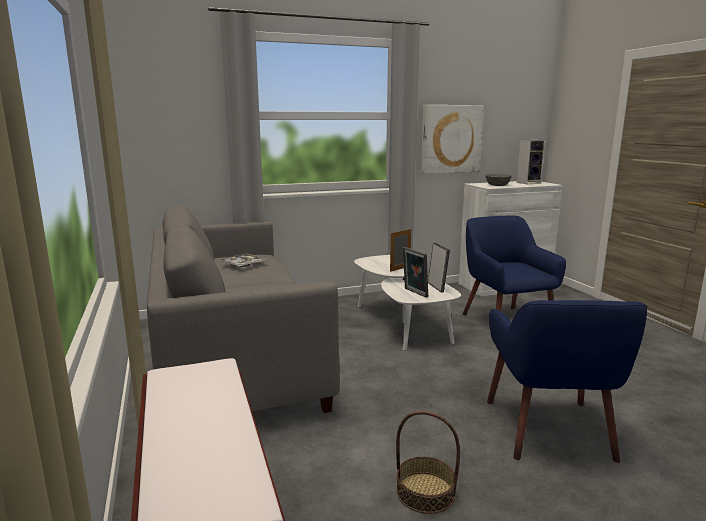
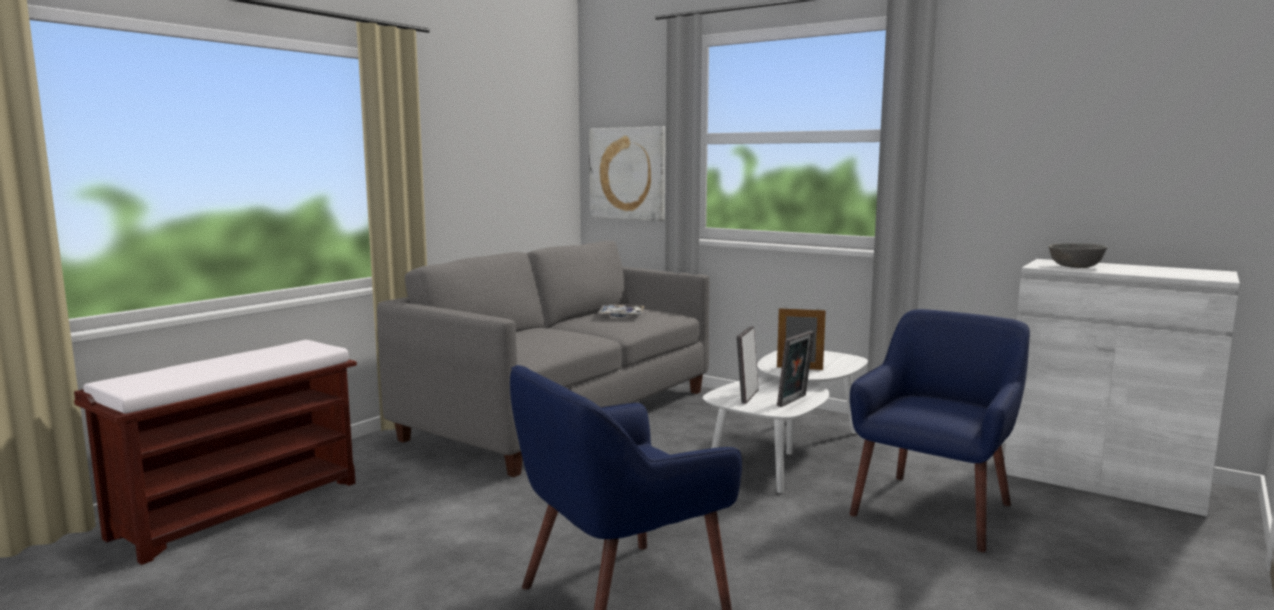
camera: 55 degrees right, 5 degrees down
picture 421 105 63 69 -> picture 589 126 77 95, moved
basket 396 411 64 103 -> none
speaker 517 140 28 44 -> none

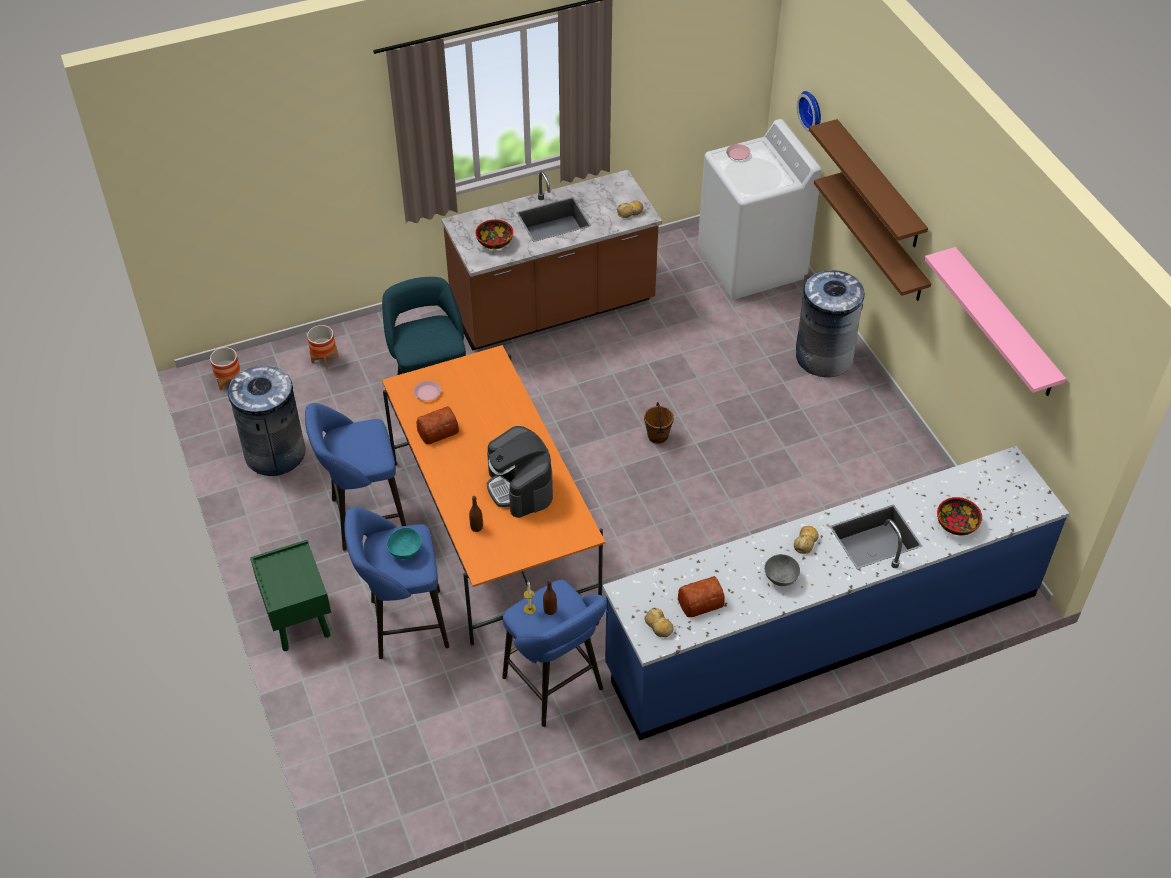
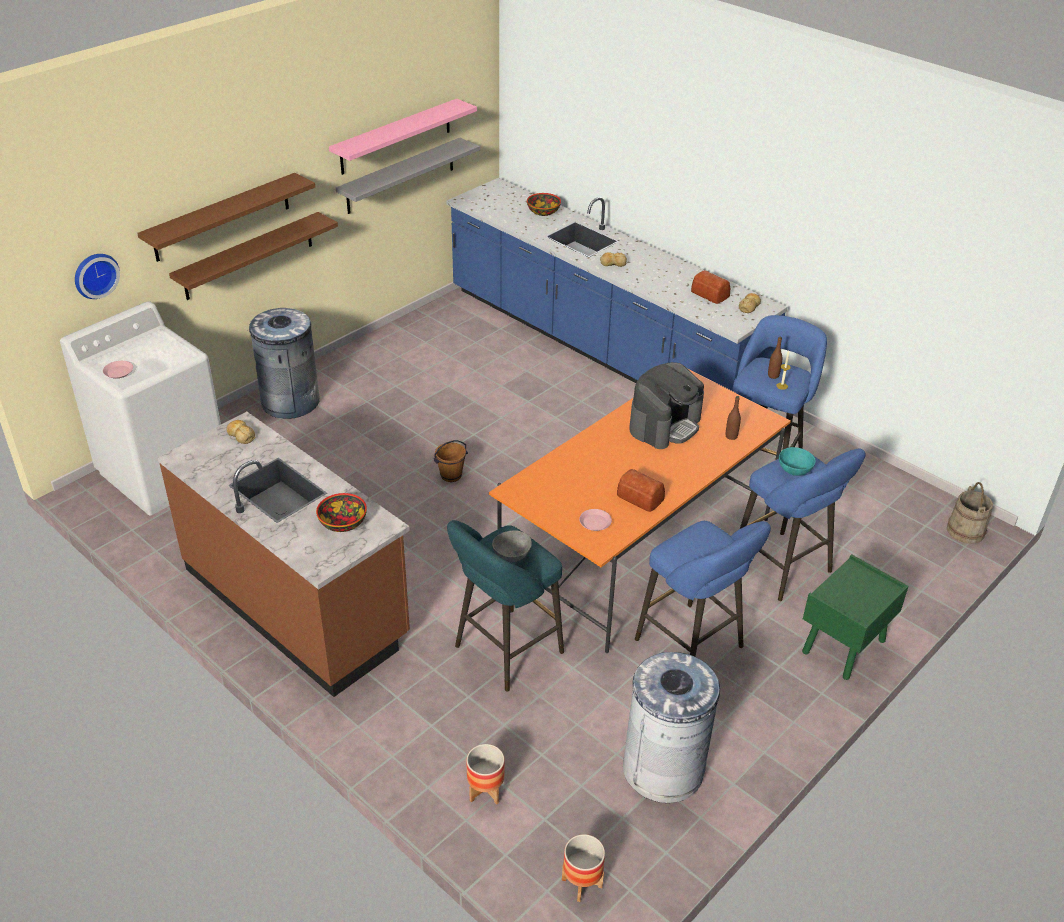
camera: 115 degrees left, 10 degrees down
none -> shelf (grey) 336 138 144 76
bowl (grey) 764 554 36 32 -> bowl (grey) 492 530 40 32, moved
none -> bucket (beige) 947 482 46 62

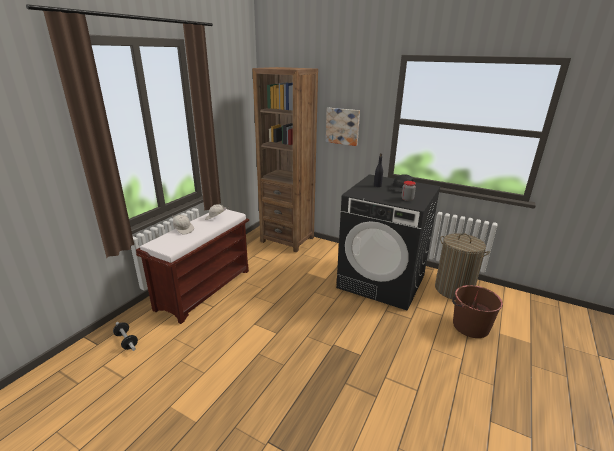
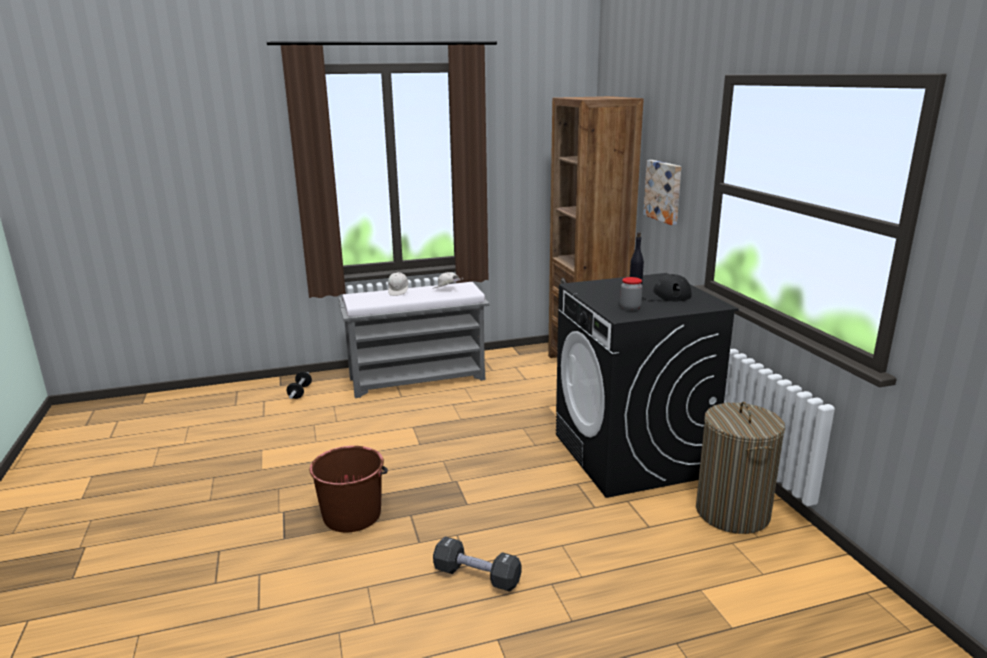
camera: 45 degrees right, 5 degrees down
bucket (brown) 452 285 51 53 -> bucket (brown) 309 446 79 86, moved
bench (brown) 136 209 113 115 -> bench (grey) 339 282 151 116
none -> dumbbell (black) 433 536 88 56

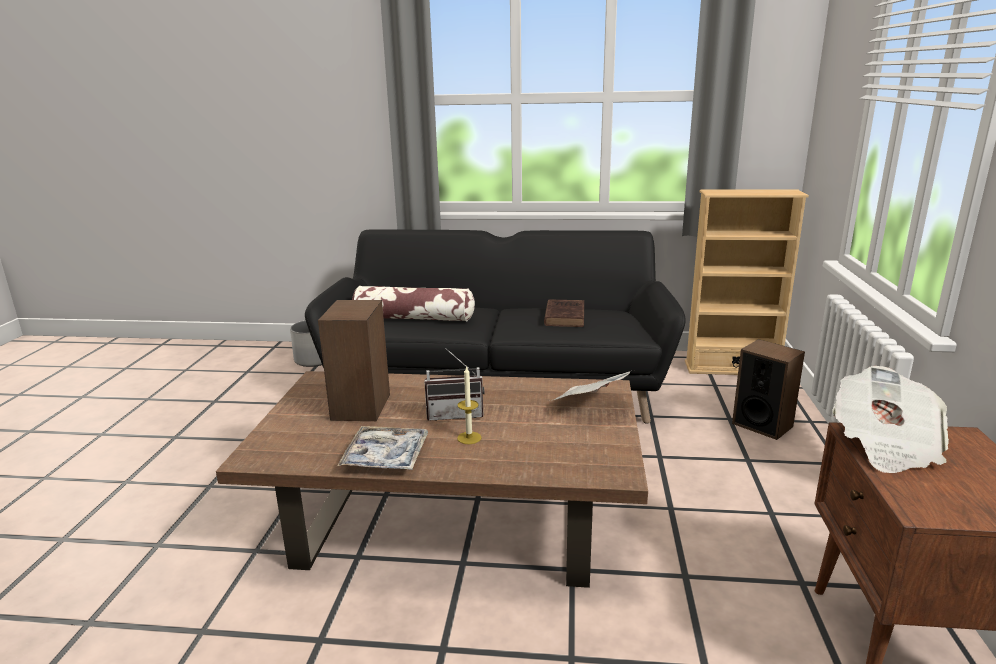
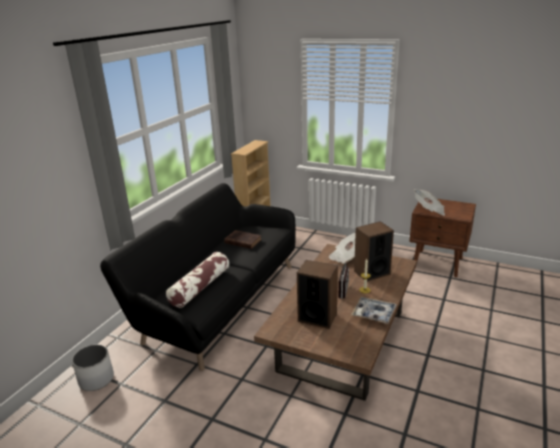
camera: 70 degrees left, 5 degrees up
speaker 732 339 73 101 -> speaker 354 221 40 61, moved

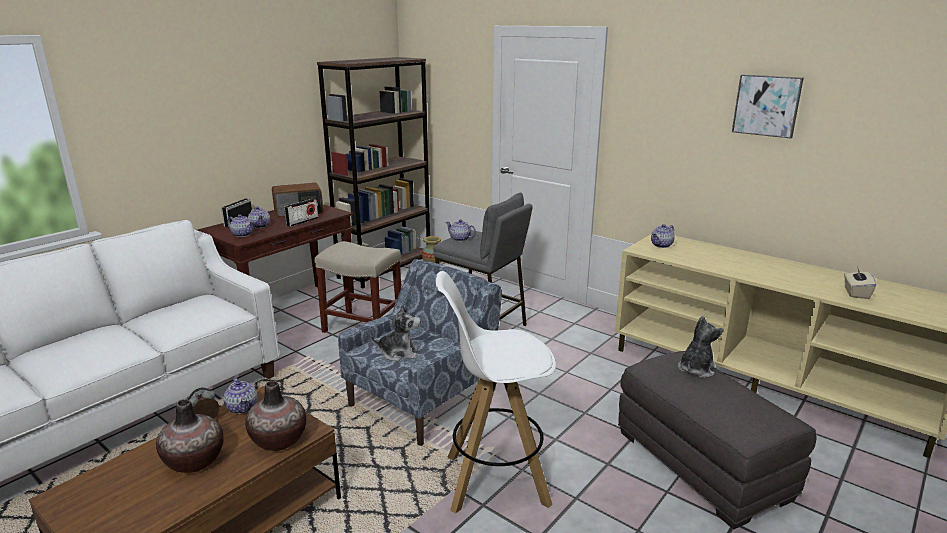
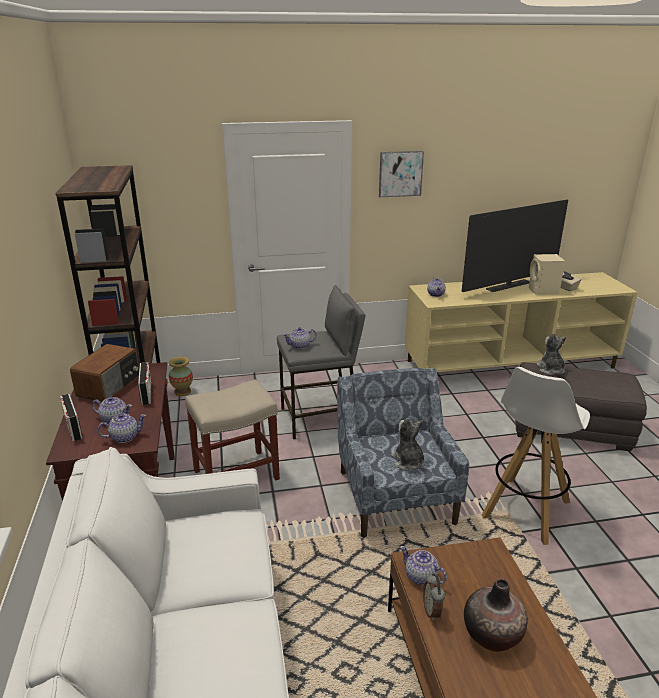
camera: 50 degrees left, 5 degrees up
picture 732 74 72 64 -> picture 379 151 45 46, moved
plush toy 370 304 51 58 -> plush toy 391 418 34 53, 60 degrees counterclockwise
teapot 224 377 34 37 -> teapot 400 546 47 39, 150 degrees counterclockwise
none -> television 462 200 106 92
none -> speaker (beige) 529 254 36 41
vase 245 381 61 70 -> none

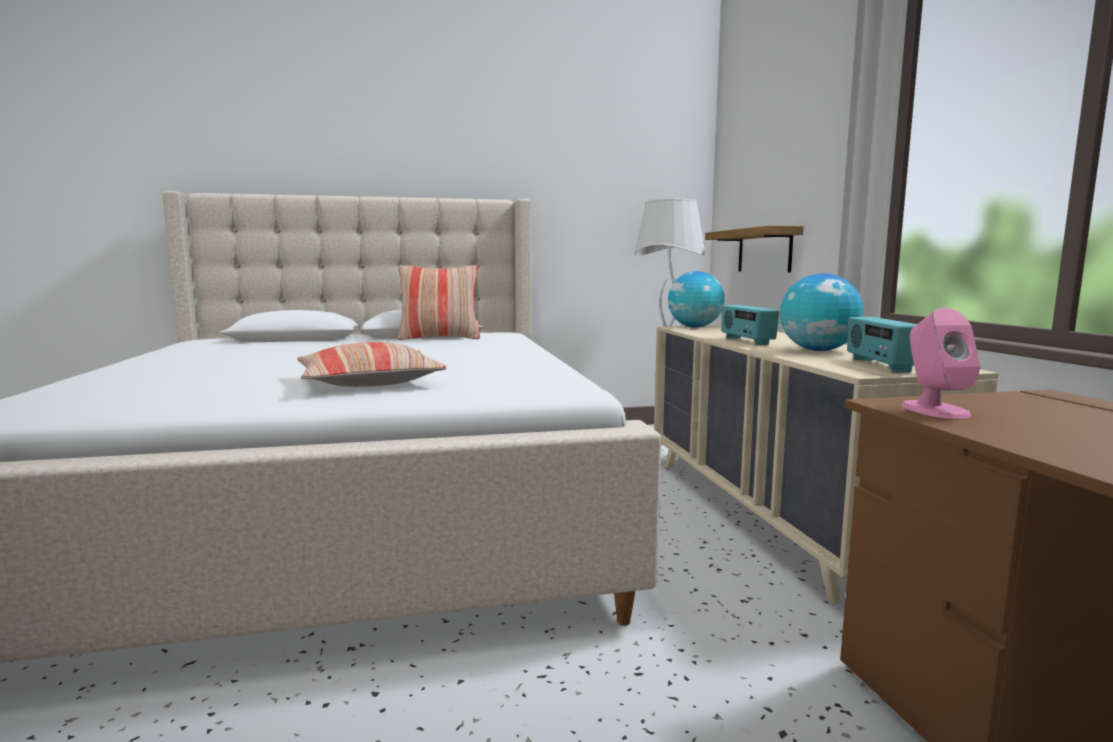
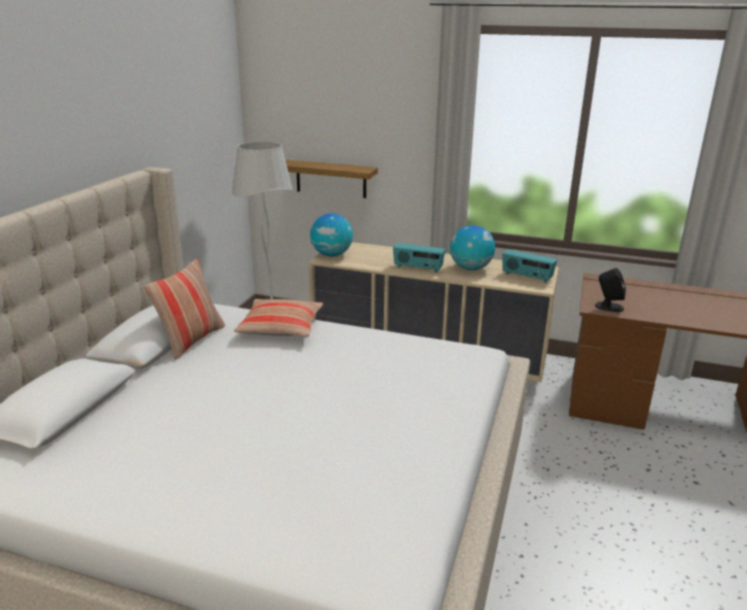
camera: 60 degrees left, 15 degrees up
pillow 297 342 149 45 -> pillow 234 299 89 38, moved
speaker (pink) 901 308 79 111 -> speaker (black) 595 268 31 44

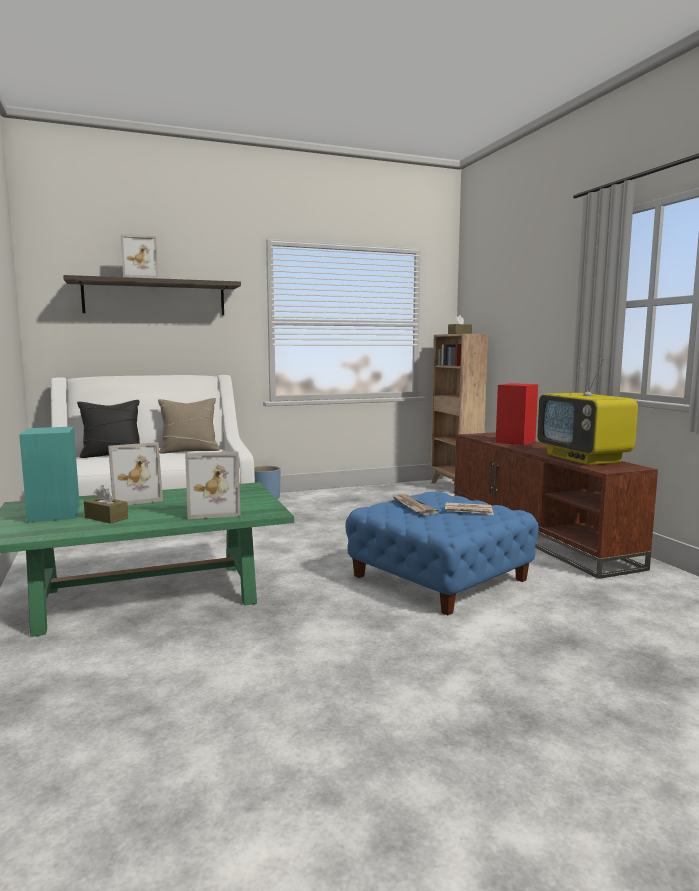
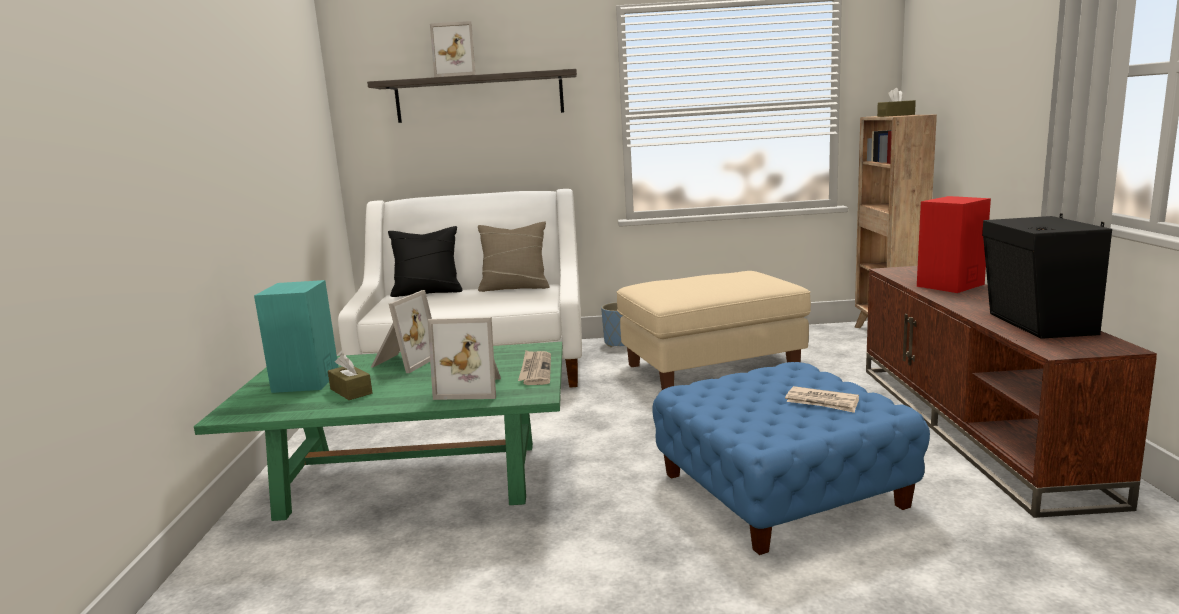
camera: 20 degrees right, 5 degrees up
picture frame 108 442 55 63 -> picture frame 371 290 61 83, 60 degrees counterclockwise
newspaper 392 494 47 21 -> newspaper 518 350 33 35, moved
none -> ottoman (beige) 617 271 194 119
television 537 357 101 108 -> speaker (black) 982 213 130 126

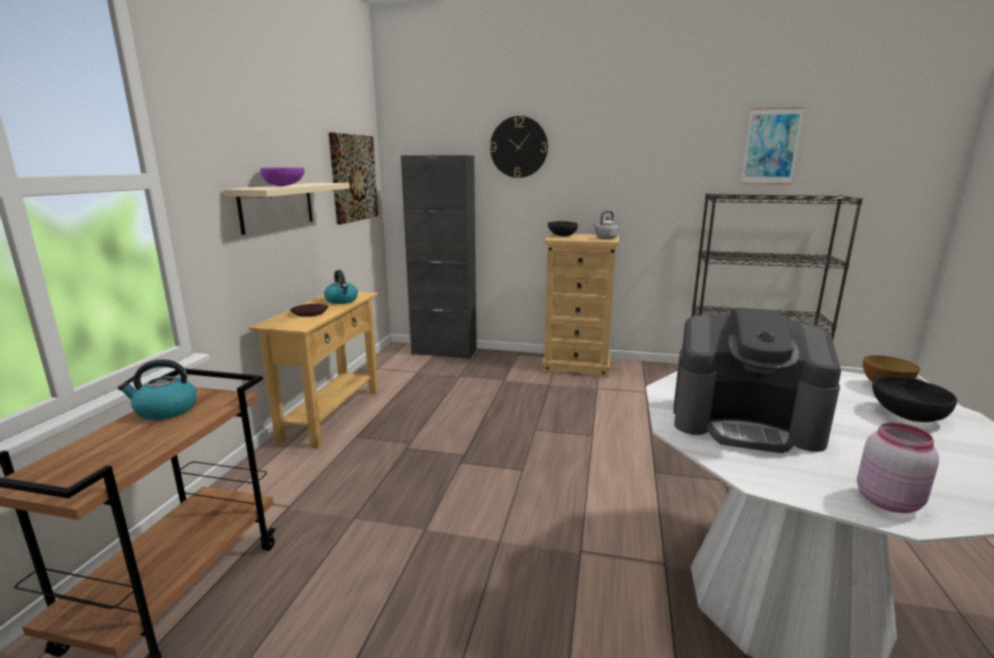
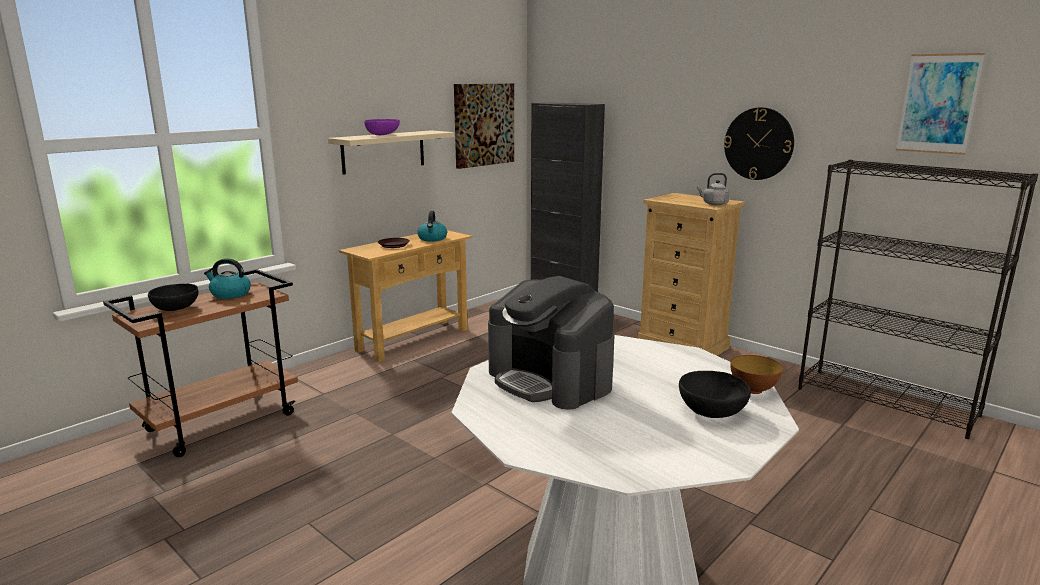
camera: 30 degrees right, 0 degrees up
bowl (black) 548 221 30 15 -> bowl (black) 148 284 51 27, moved
wall clock 490 116 58 62 -> wall clock 724 107 70 73, moved
jar (pink) 857 422 82 91 -> none

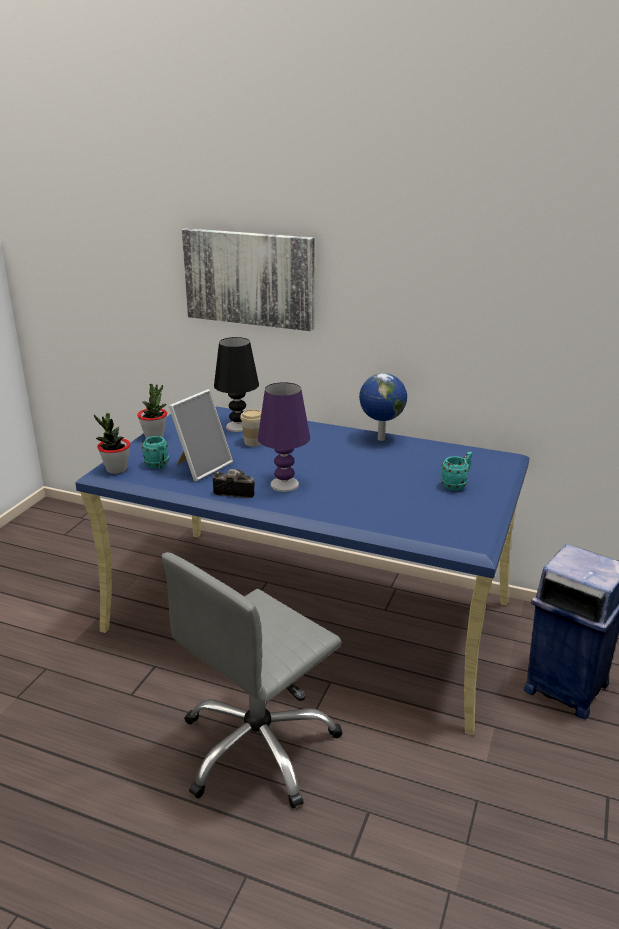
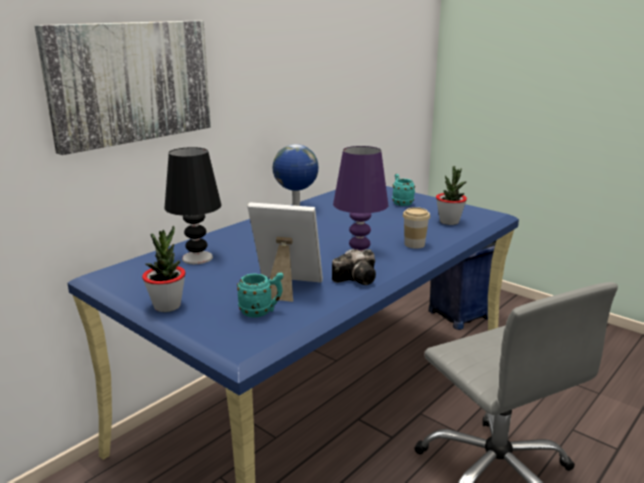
camera: 70 degrees left, 5 degrees down
picture frame 169 389 64 93 -> picture frame 247 202 76 100, 45 degrees counterclockwise
photo camera 213 469 42 29 -> photo camera 332 249 44 36, 150 degrees counterclockwise
cup 240 409 21 37 -> cup 403 207 27 42, moved
potted plant 94 413 36 61 -> potted plant 436 166 31 59, moved

